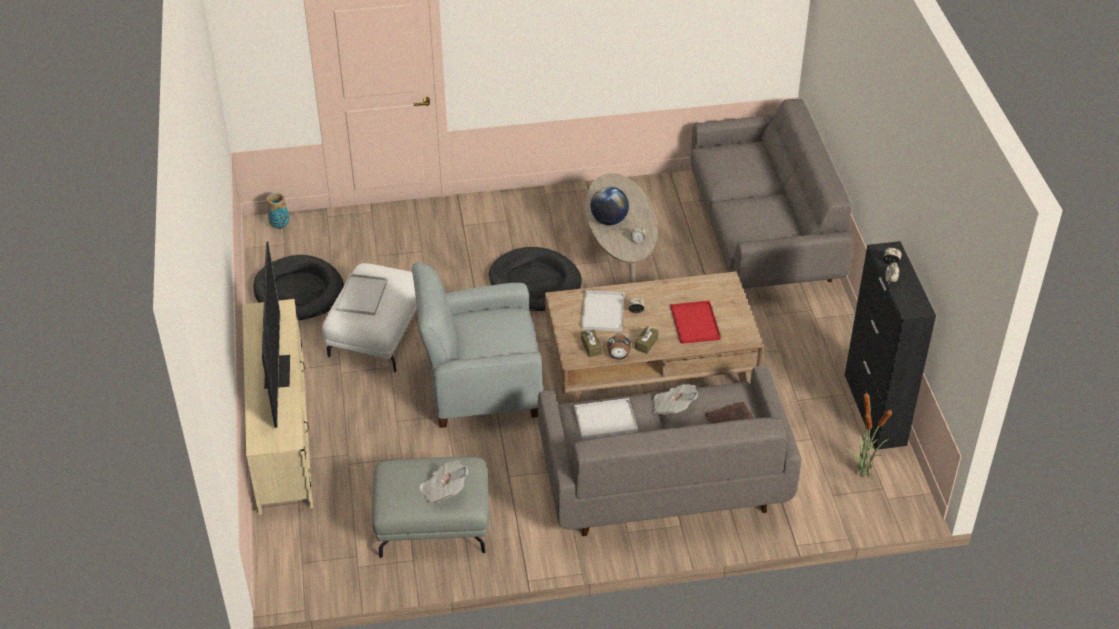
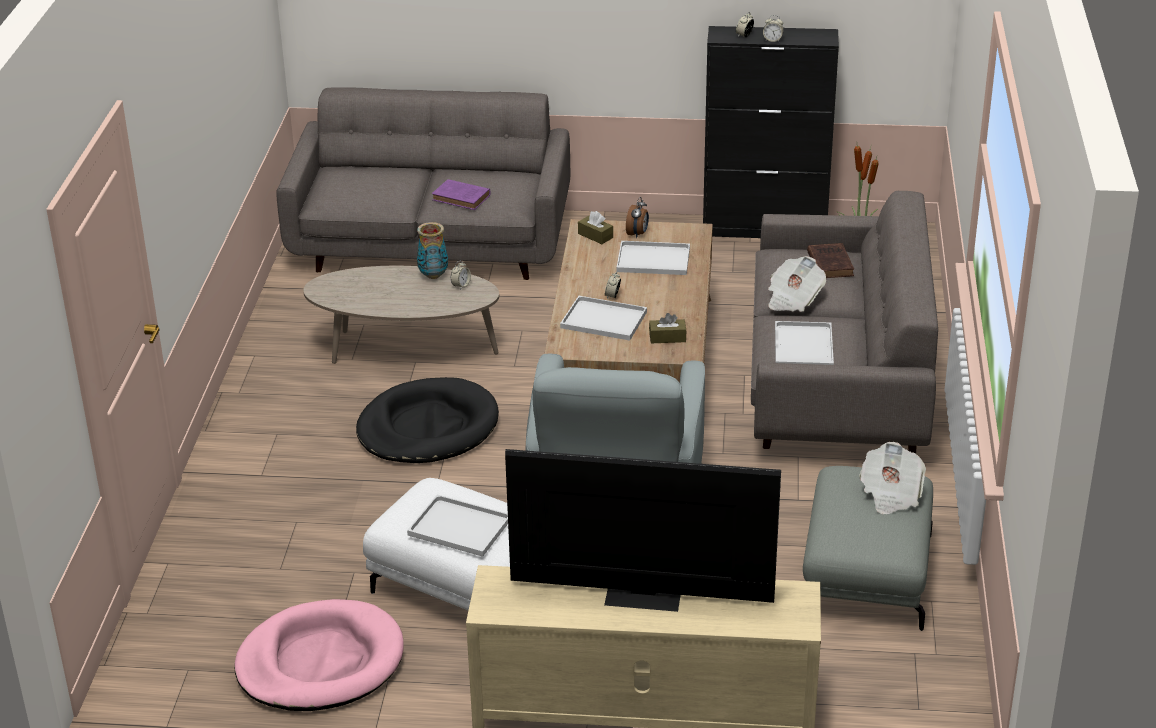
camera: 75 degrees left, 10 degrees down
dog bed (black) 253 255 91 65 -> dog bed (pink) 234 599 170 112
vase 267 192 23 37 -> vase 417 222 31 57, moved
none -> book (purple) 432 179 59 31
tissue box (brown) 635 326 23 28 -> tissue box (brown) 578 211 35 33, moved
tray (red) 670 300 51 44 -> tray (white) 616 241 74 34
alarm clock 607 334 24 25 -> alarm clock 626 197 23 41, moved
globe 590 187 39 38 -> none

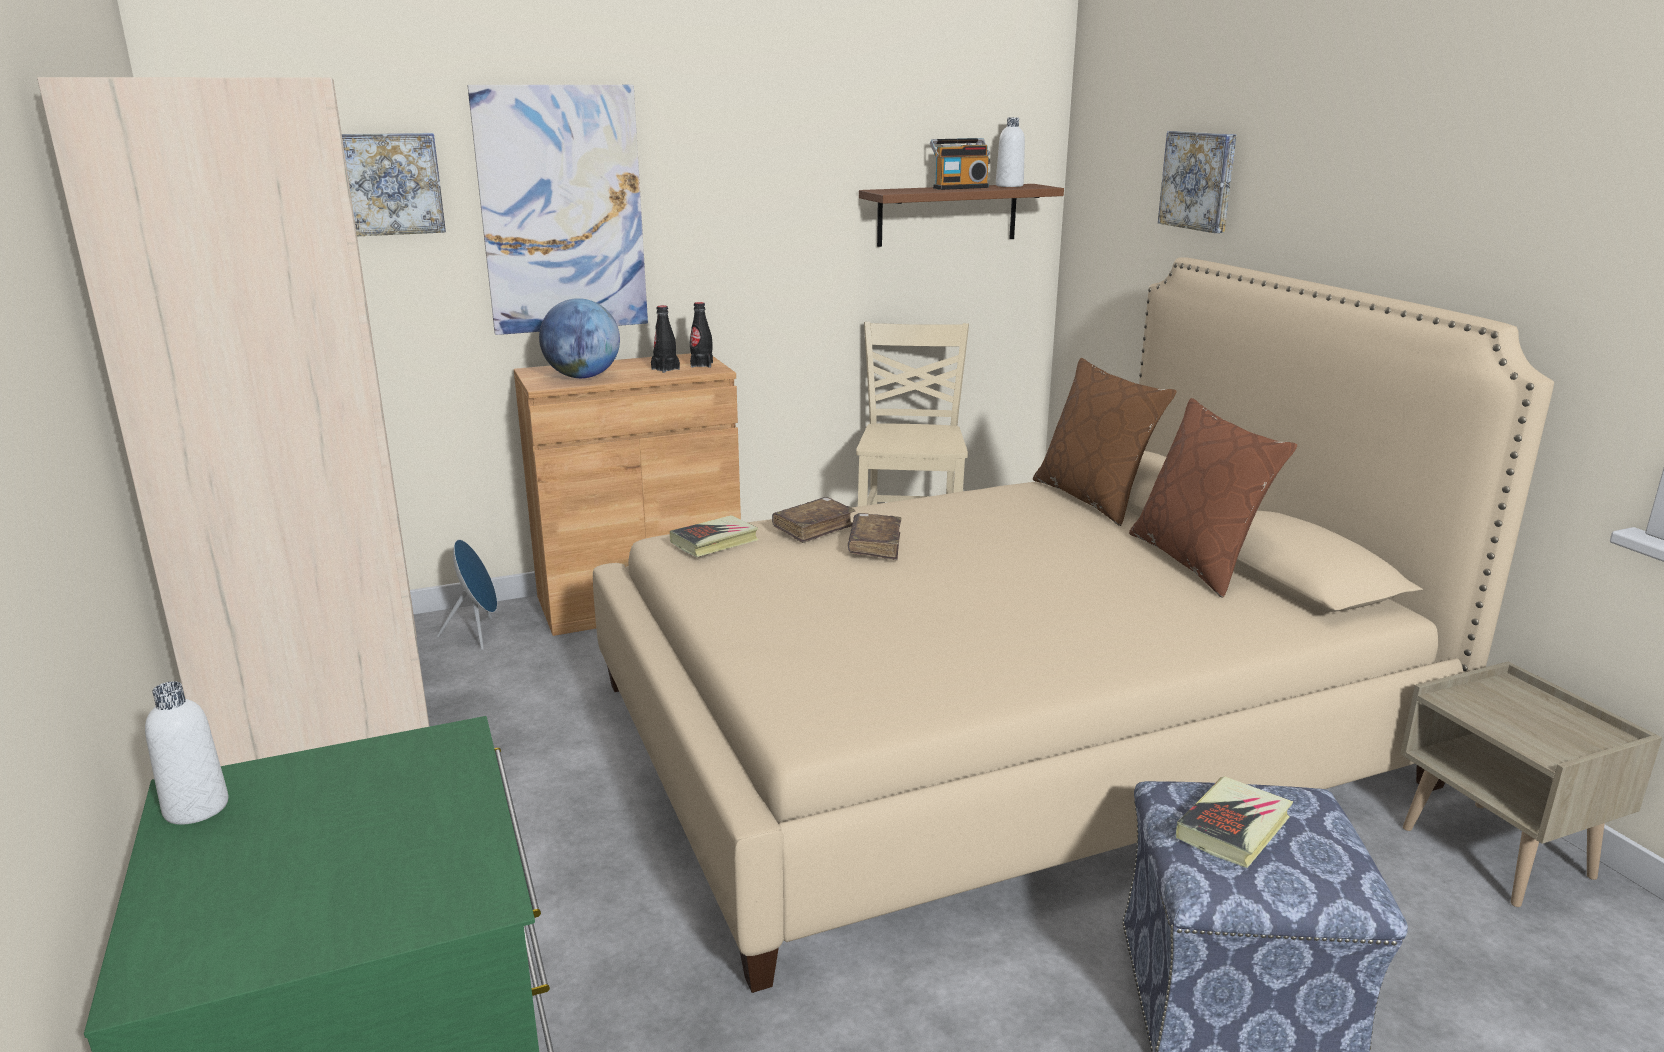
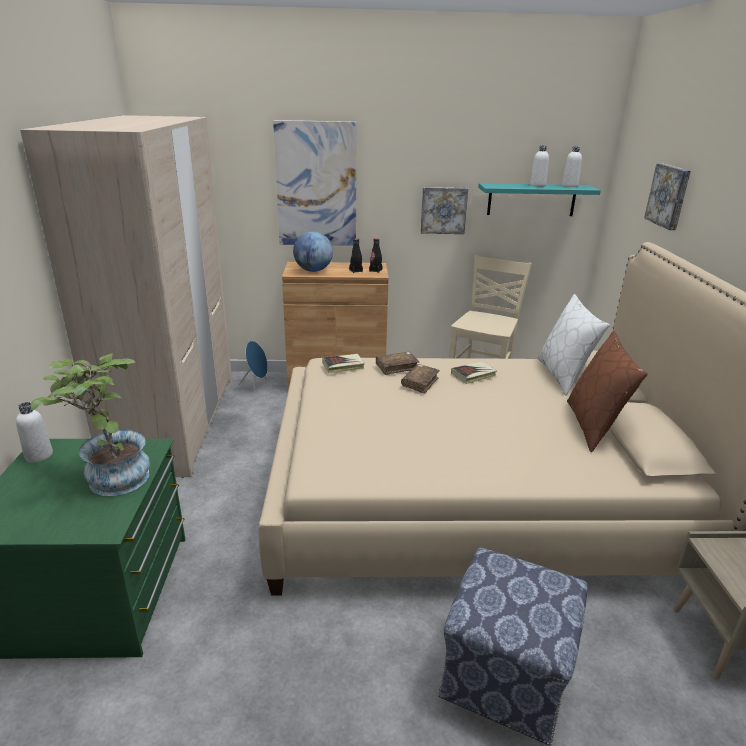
camera: 20 degrees right, 5 degrees up
none -> potted plant 30 354 120 142
picture 342 133 104 103 -> picture 420 187 48 47, moved
book 1176 776 117 92 -> book 451 361 46 23, moved
shelf (brown) 859 184 205 63 -> shelf (turquoise) 478 183 123 33
radio 930 138 60 52 -> bottle (white) 530 146 19 41
pillow (brown) 1033 358 144 168 -> pillow (white) 537 294 73 101

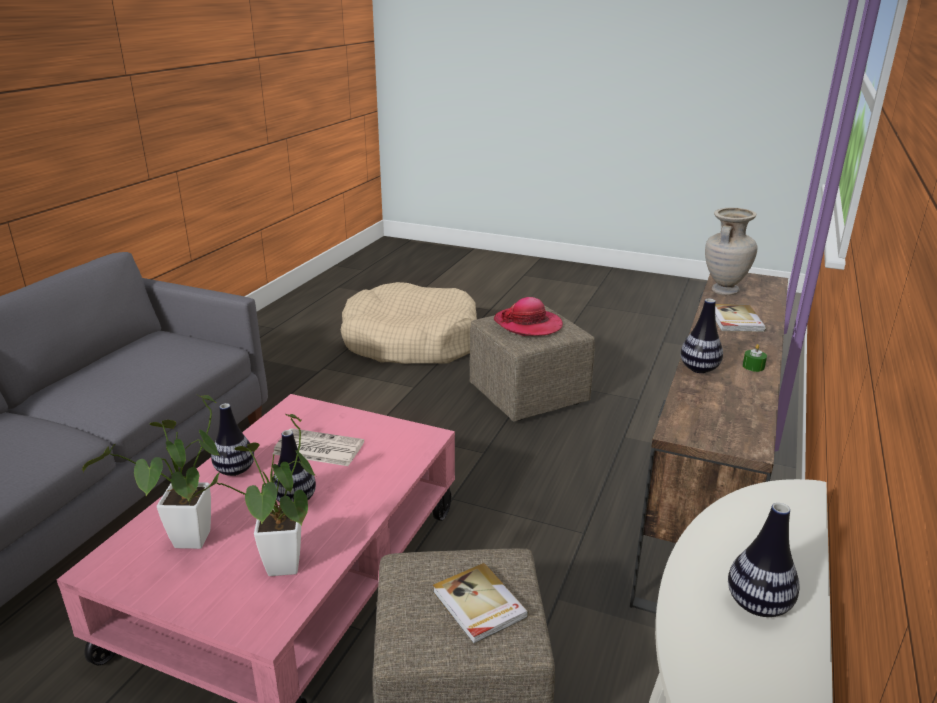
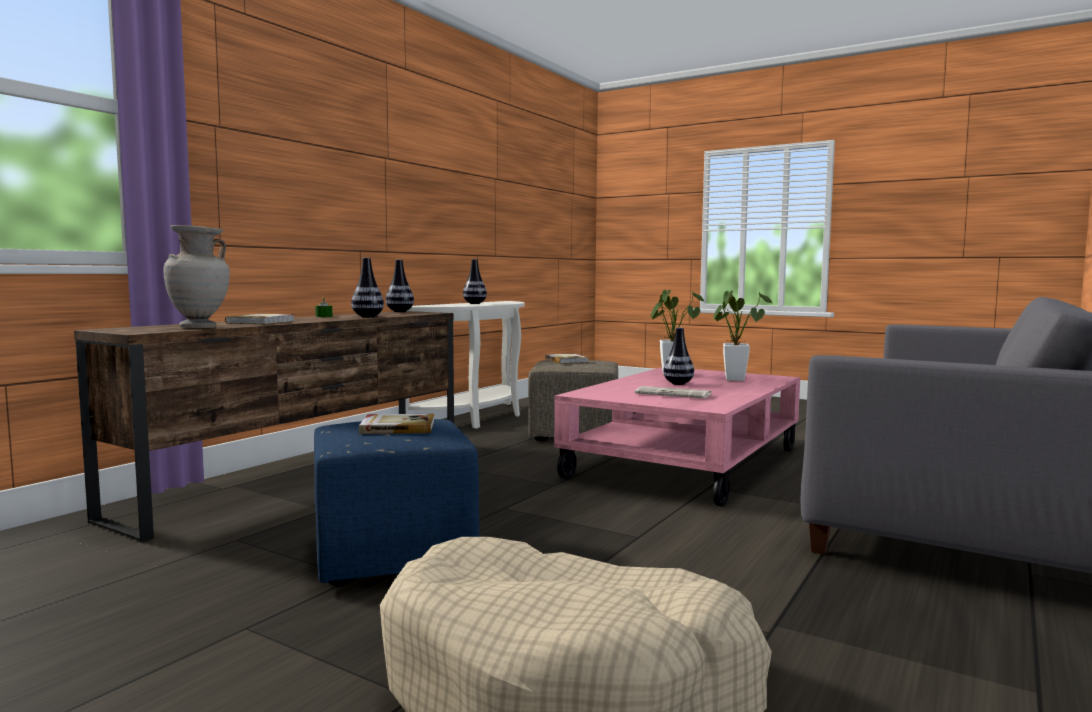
camera: 170 degrees left, 20 degrees down
ottoman (beige) 469 306 126 116 -> ottoman (blue) 314 419 165 167
hat 494 297 69 39 -> book 359 414 76 20
vase 211 403 43 73 -> vase 386 260 28 52, moved

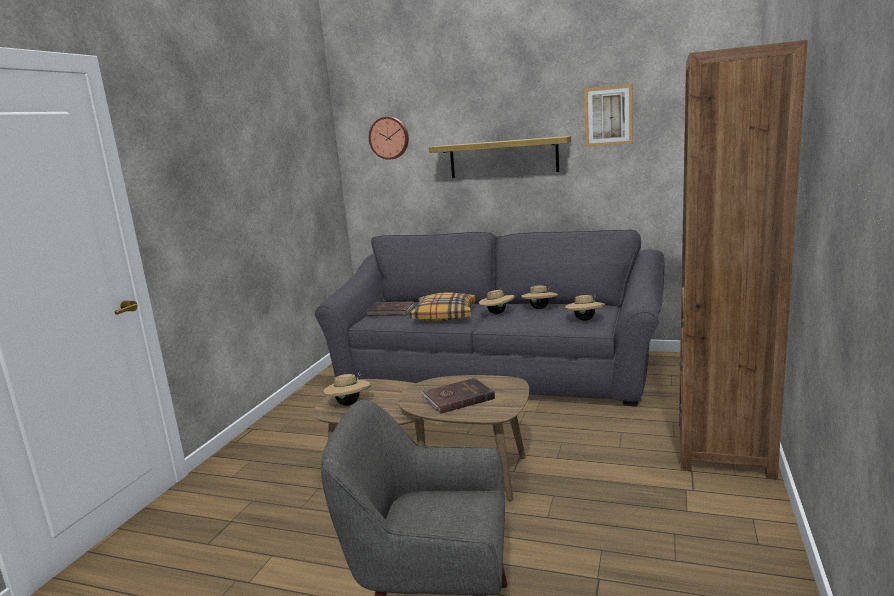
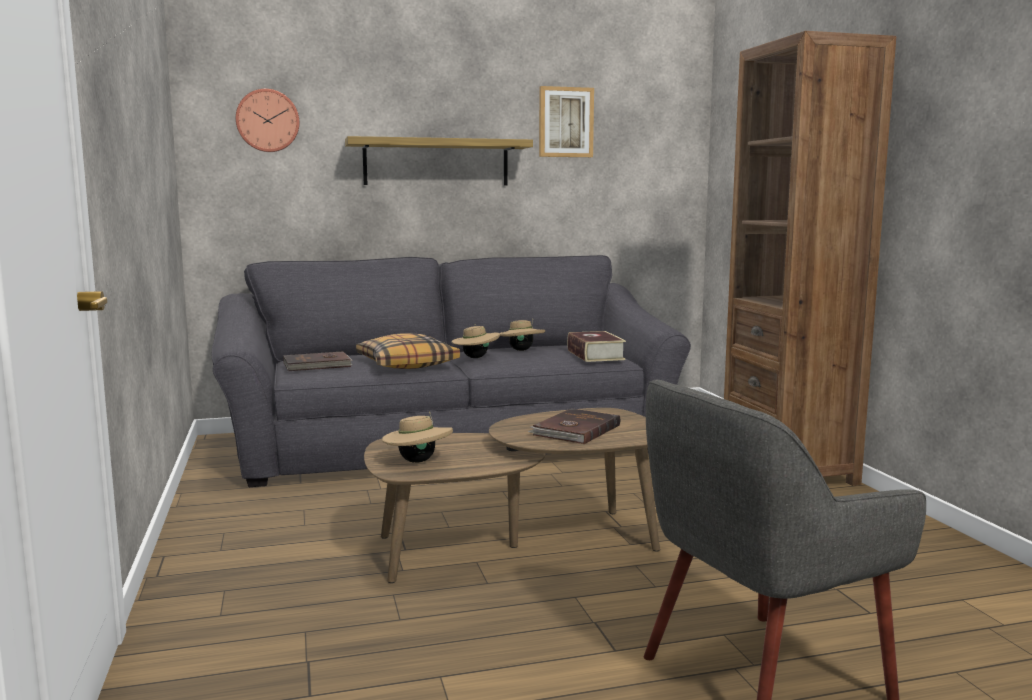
camera: 35 degrees left, 5 degrees down
hat (beige) 565 295 40 26 -> book 567 331 59 31

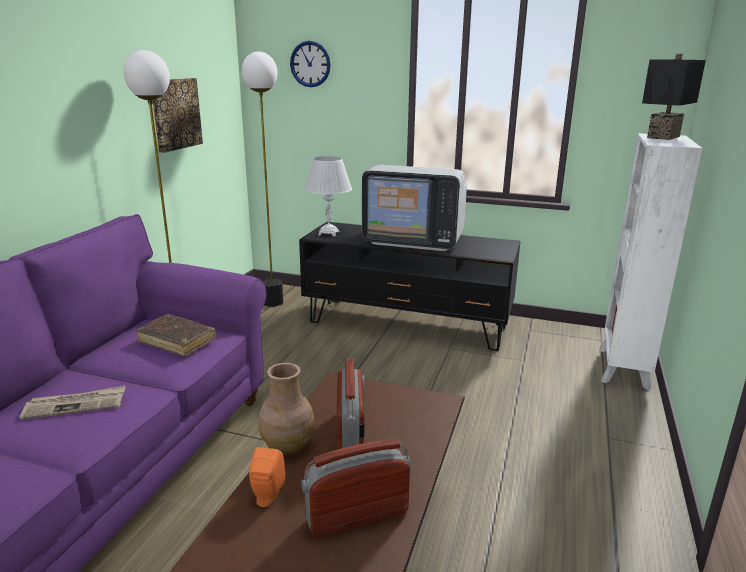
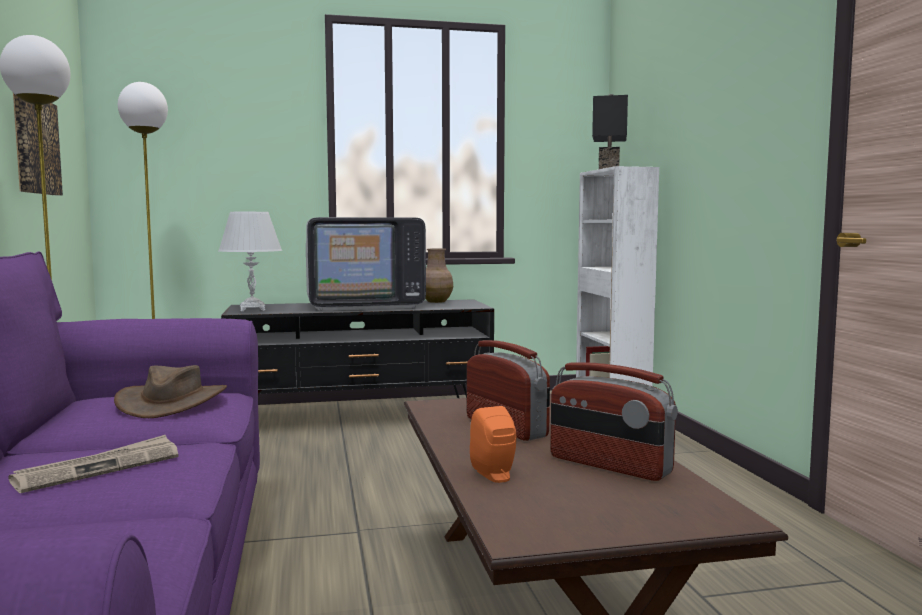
camera: 30 degrees left, 15 degrees down
book (brown) 137 314 79 43 -> hat (brown) 114 365 113 53
vase (brown) 258 363 57 91 -> vase (brown) 425 249 28 54, moved
radio 301 439 110 99 -> radio 550 362 128 119, 90 degrees counterclockwise
wall clock 290 41 41 46 -> none

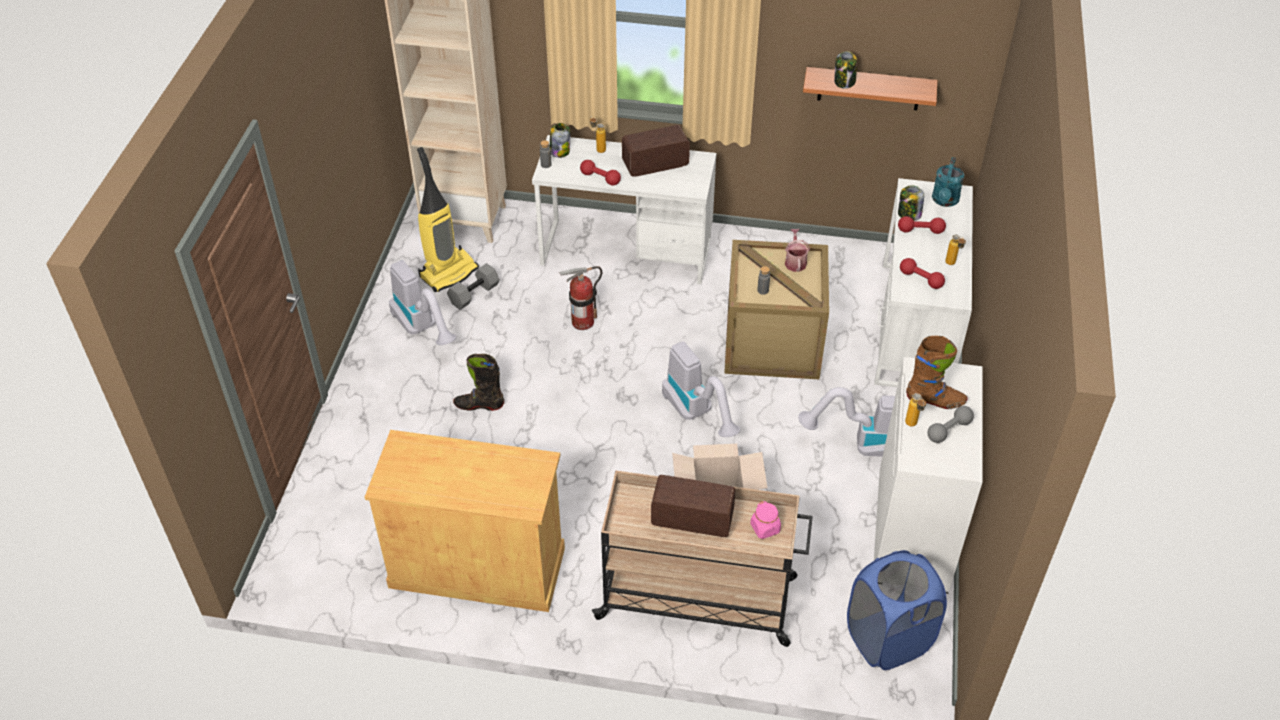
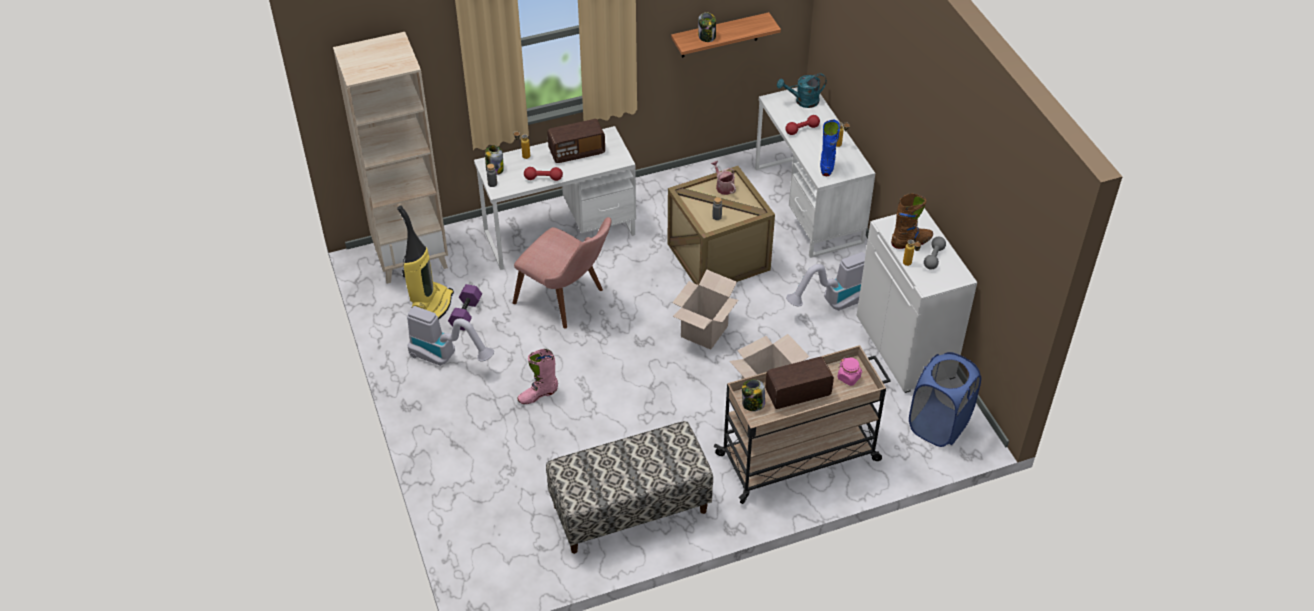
camera: 30 degrees left, 0 degrees up
dumbbell (grey) 447 263 53 47 -> dumbbell (purple) 448 284 34 46
fire extinguisher 559 266 43 64 -> chair (pink) 513 217 99 111
boot (black) 453 354 51 57 -> boot (pink) 517 349 41 55
cabinet (beige) 365 430 200 182 -> bench 546 421 167 133
radio 622 125 68 52 -> radio 547 119 58 44, 150 degrees counterclockwise
vacuum cleaner 662 341 78 96 -> cardboard box 672 270 66 80
jar 898 185 26 36 -> jar 742 380 23 31, moved
watering can (turquoise) 932 157 32 50 -> watering can (turquoise) 777 74 50 34, 90 degrees clockwise
dumbbell (red) 900 258 45 31 -> boot (blue) 820 120 20 56

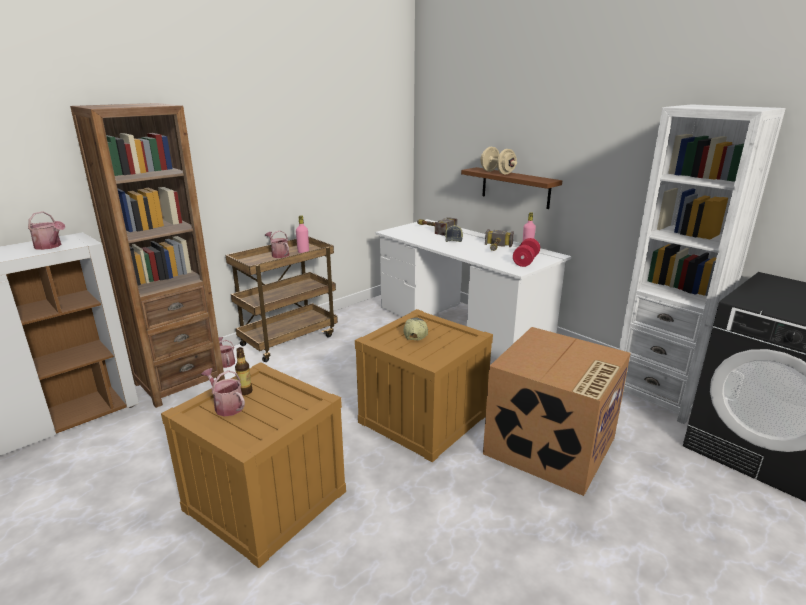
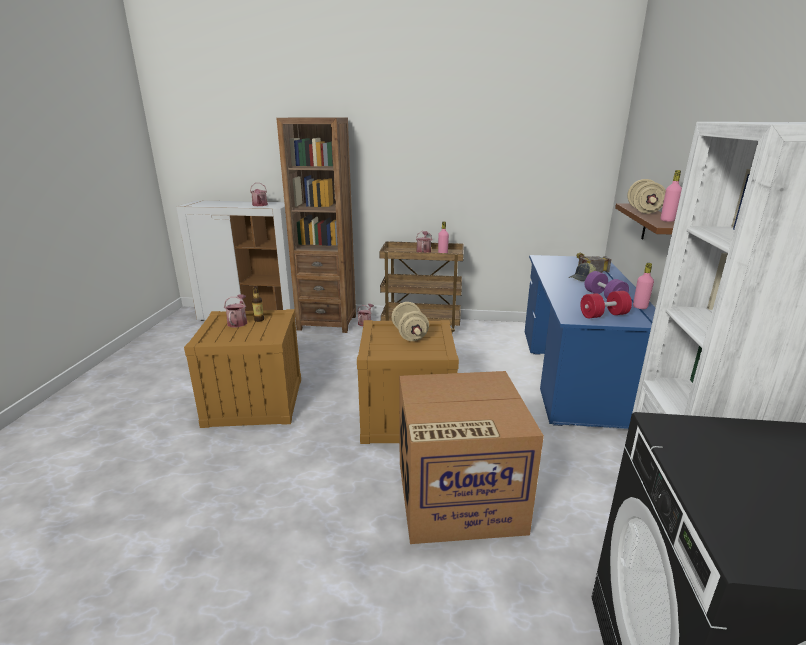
camera: 50 degrees right, 0 degrees up
cap 403 317 25 23 -> dumbbell (beige) 392 302 37 39
desk (white) 375 219 197 140 -> desk (blue) 525 255 131 174
hammer 485 229 29 22 -> dumbbell (purple) 584 271 45 28
none -> bottle (pink) 661 170 21 52

